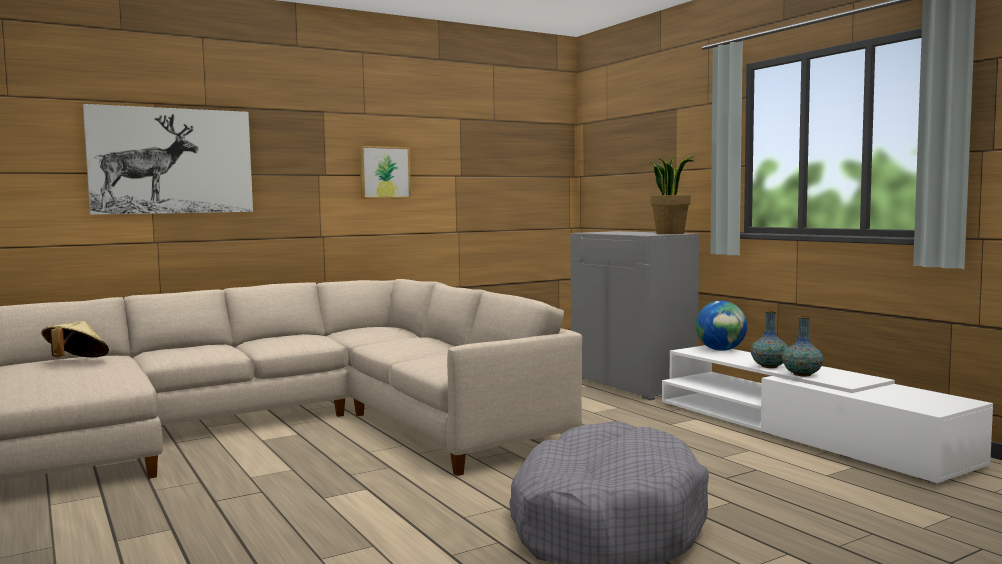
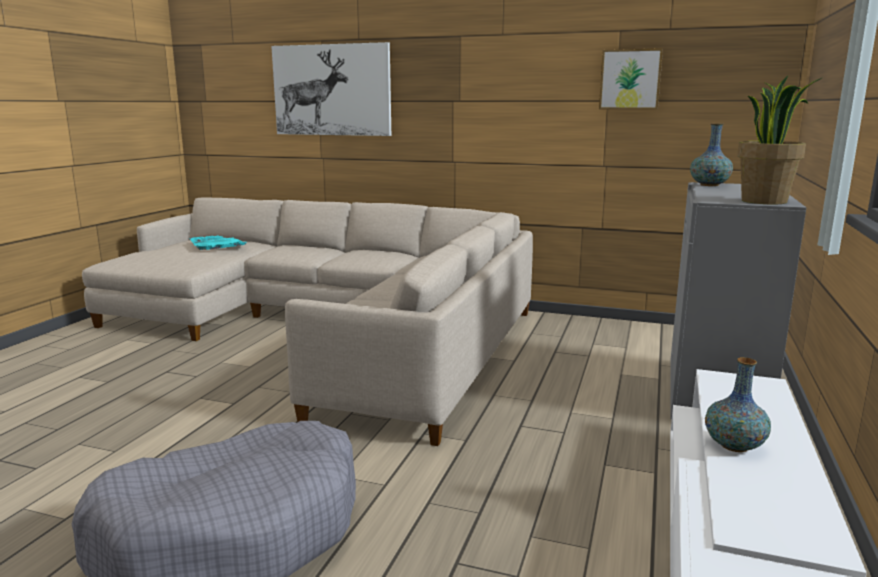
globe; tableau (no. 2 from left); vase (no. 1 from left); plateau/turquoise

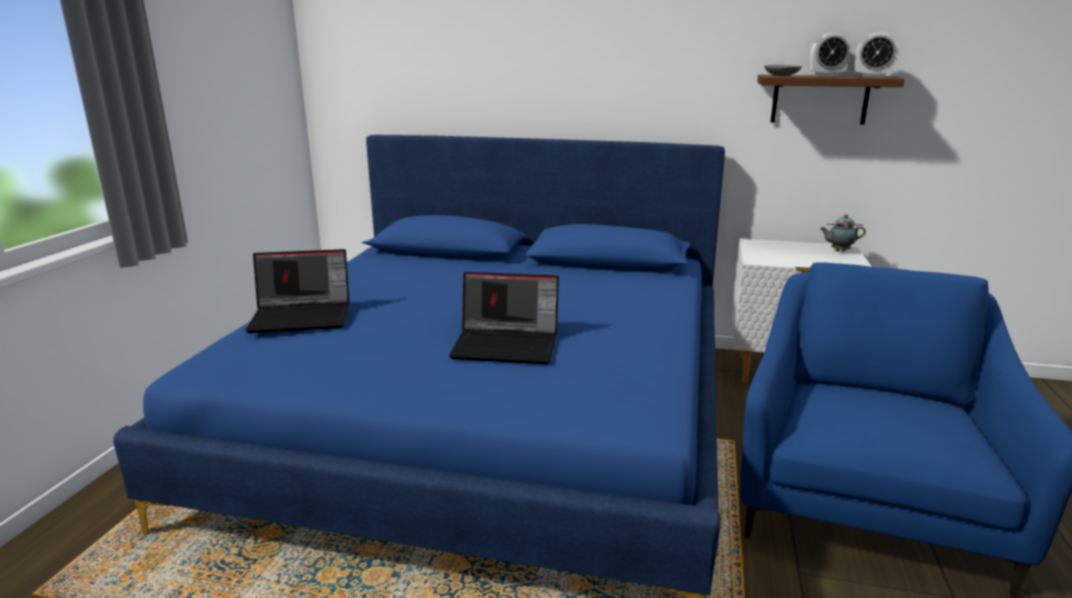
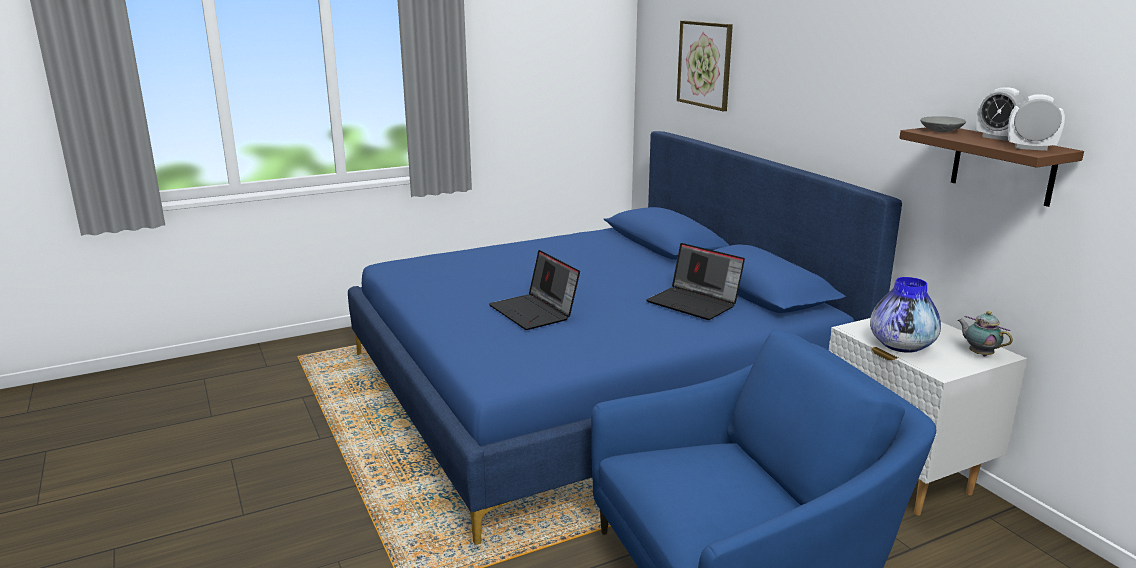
tableau; vase; ordinateur portable (no. 2 from left); réveil (no. 2 from left)

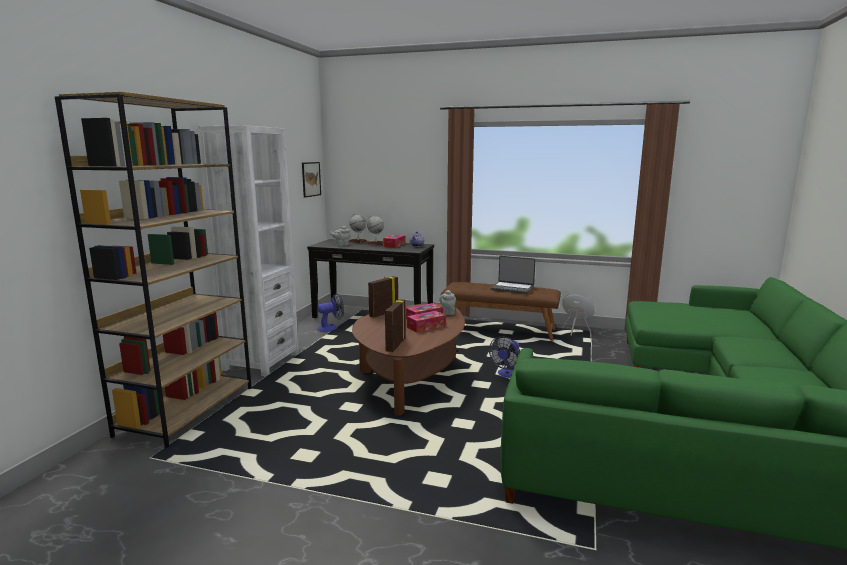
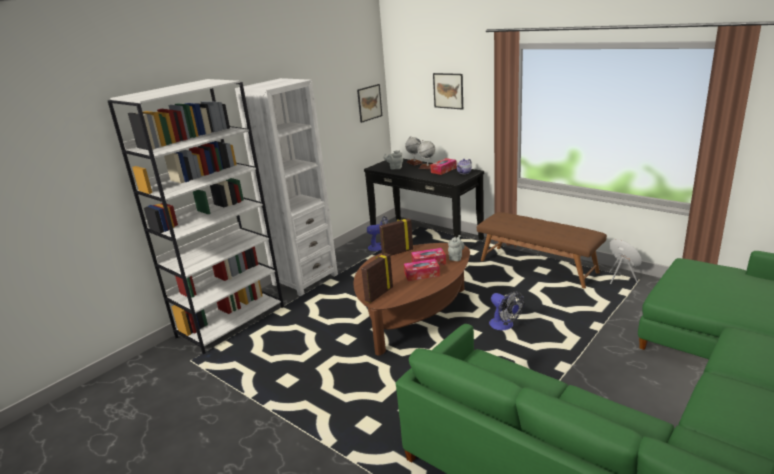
ordinateur portable; tableau (no. 2 from left); bibliothèque/blanc (no. 1 from left); ventilateur (no. 2 from left)

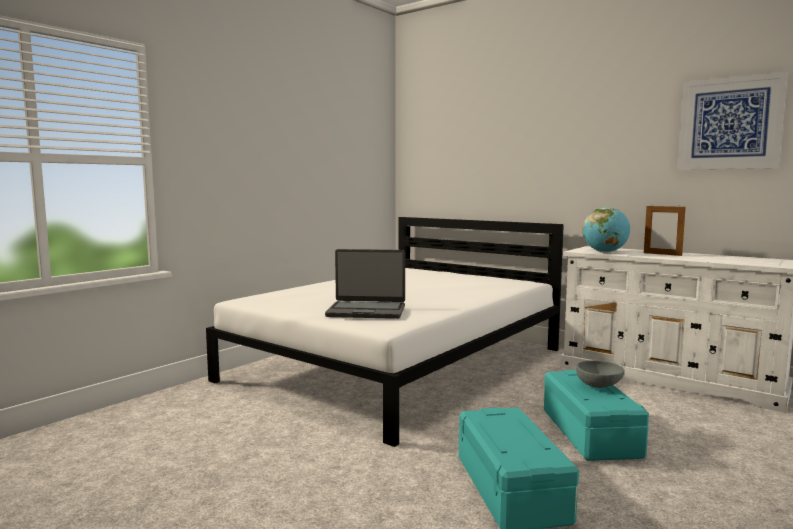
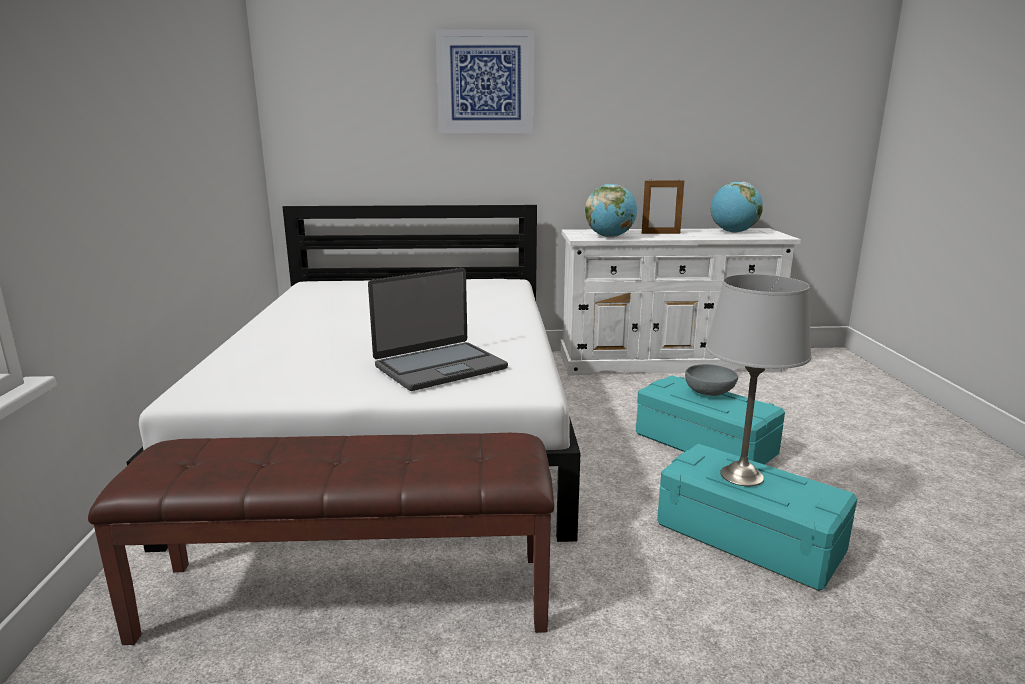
banc/marron; lampe de table/gris; globe (no. 2 from left); tableau

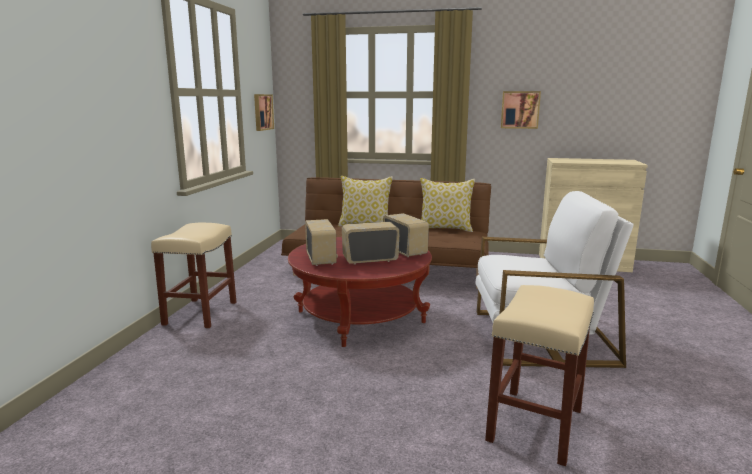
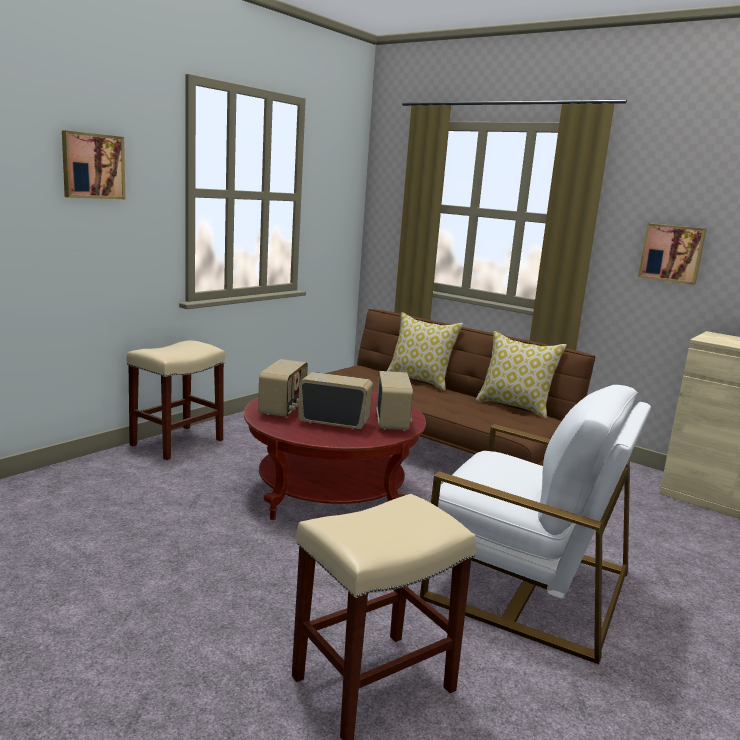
tableau (no. 1 from left)

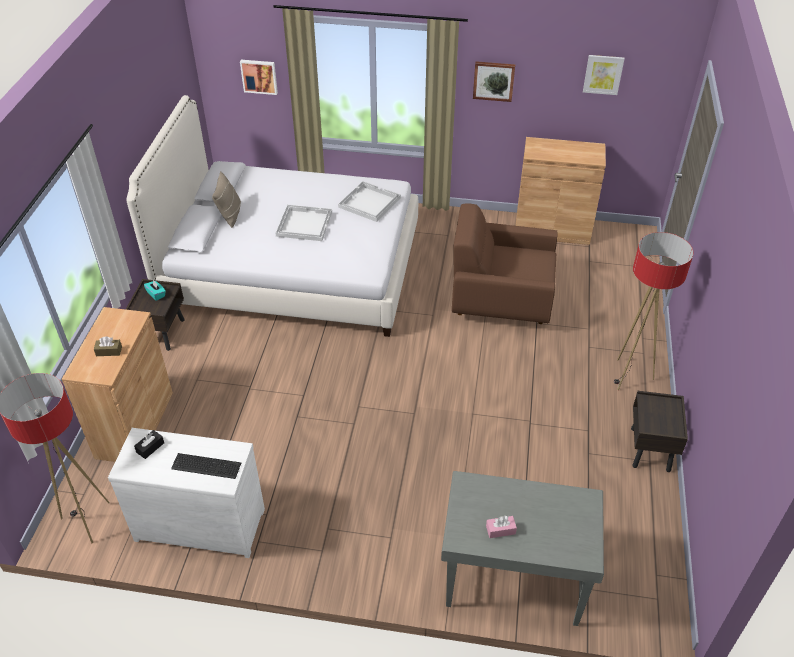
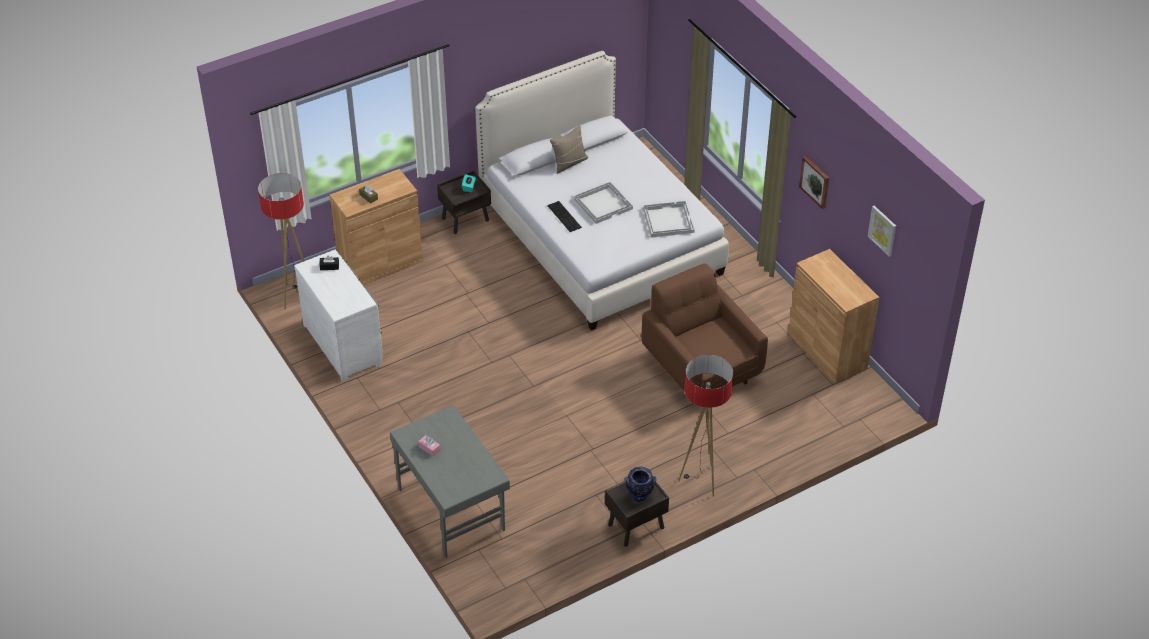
tableau (no. 1 from left in the first image); vase; clavier

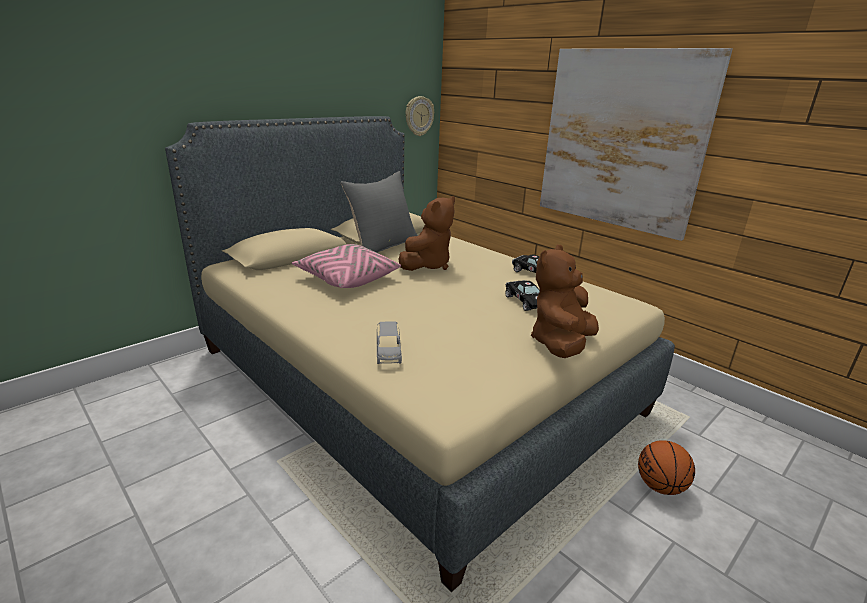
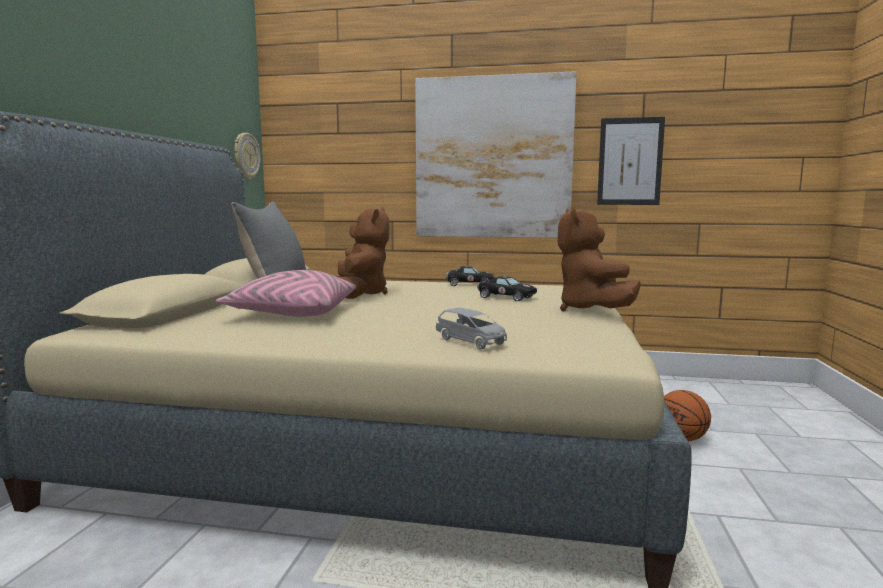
tableau (no. 2 from left)

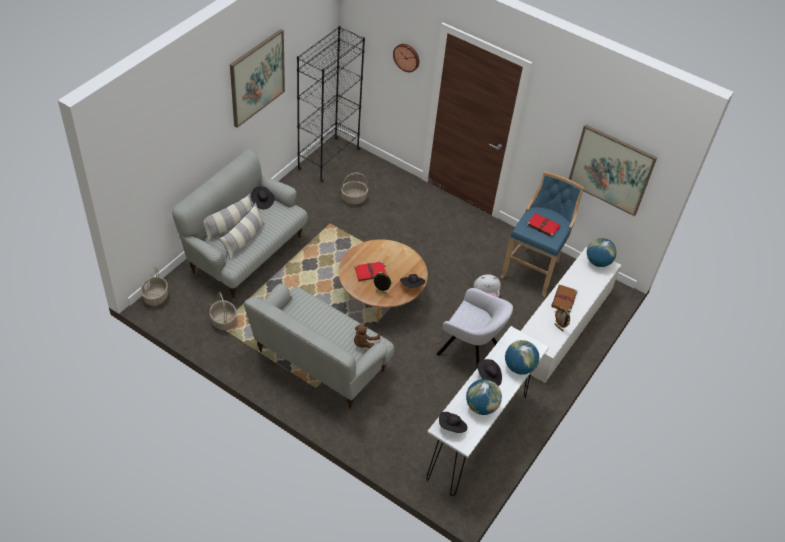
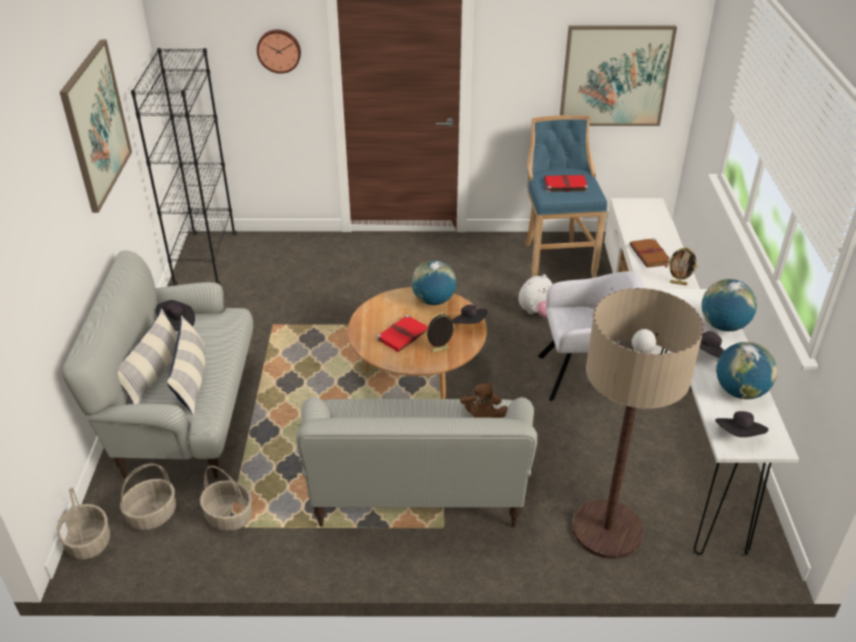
lampadaire; panier (no. 2 from left); globe (no. 1 from left)

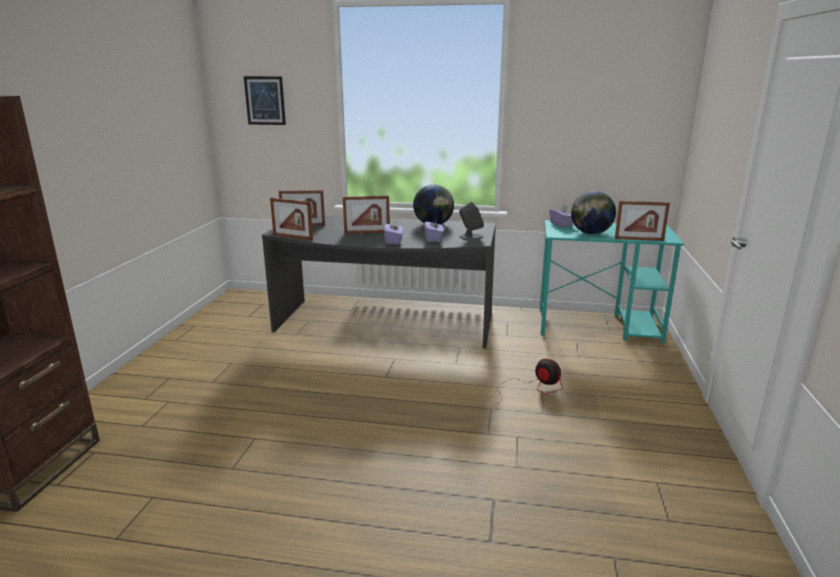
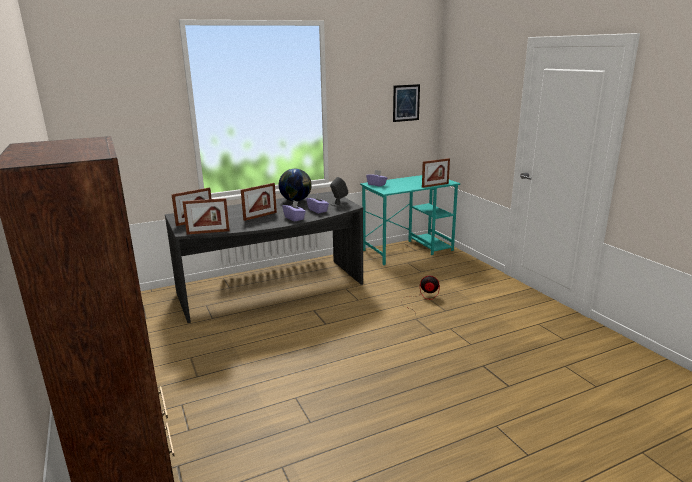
globe (no. 2 from left in the first image); tableau

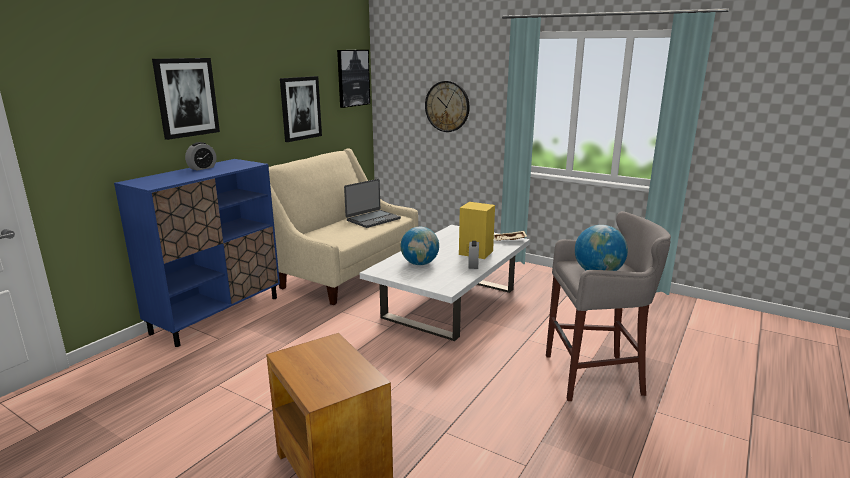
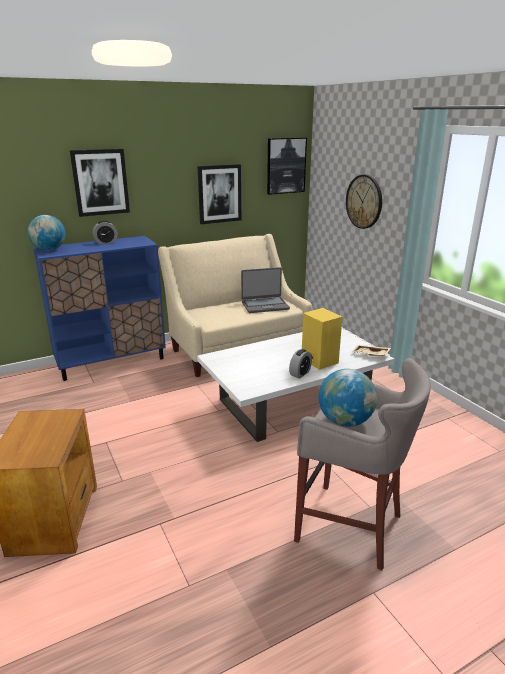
globe (no. 1 from left)

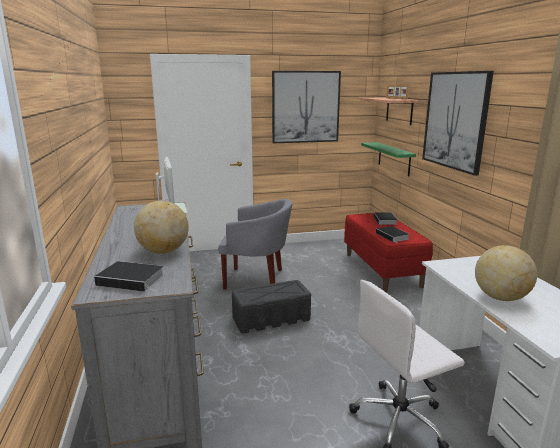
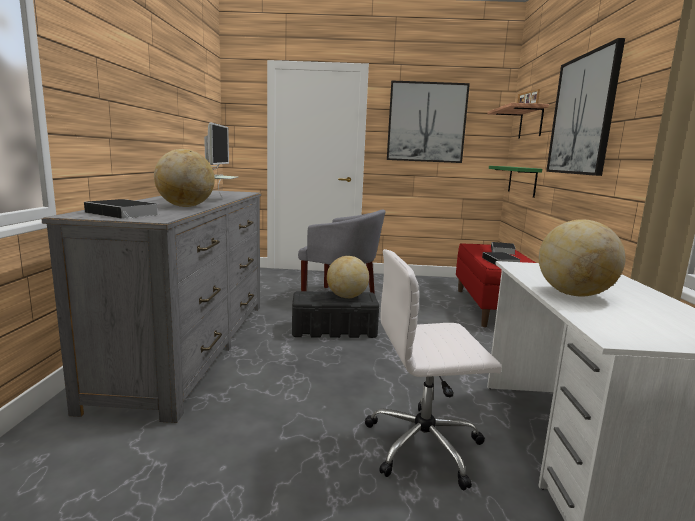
globe (no. 2 from left)

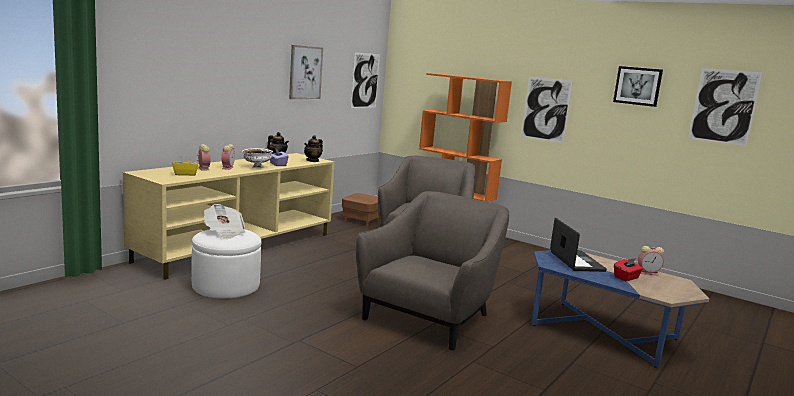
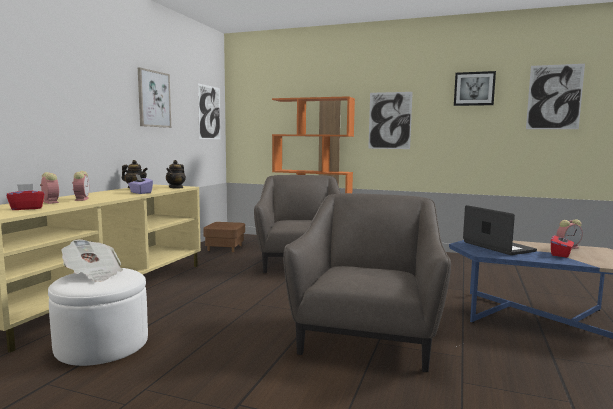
bol/blanc; boîte à mouchoirs/rouge (no. 1 from left)

